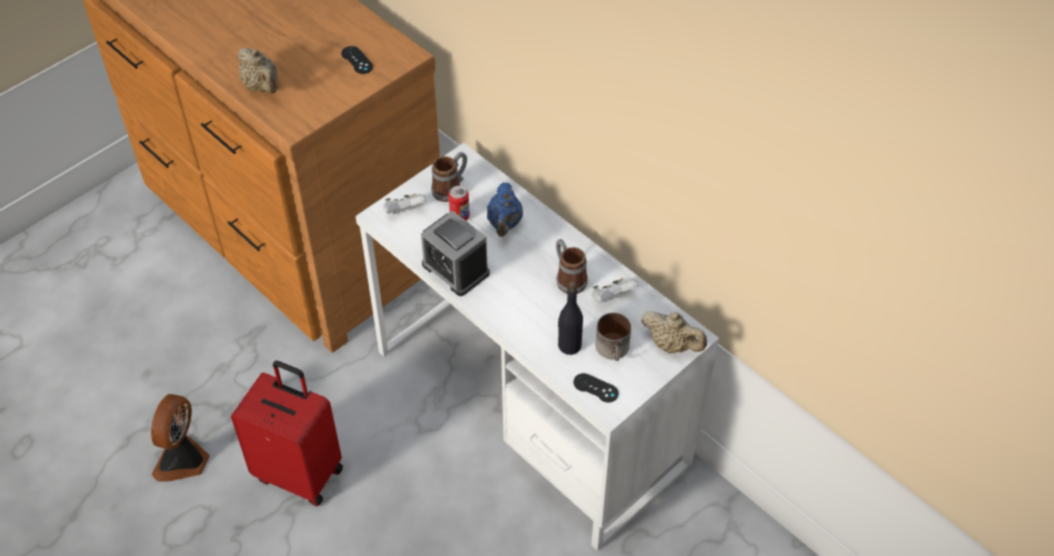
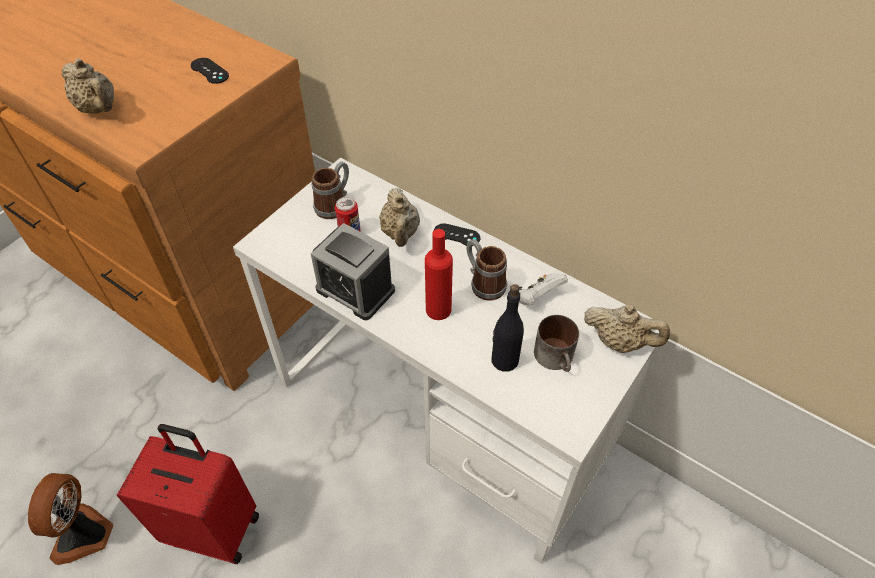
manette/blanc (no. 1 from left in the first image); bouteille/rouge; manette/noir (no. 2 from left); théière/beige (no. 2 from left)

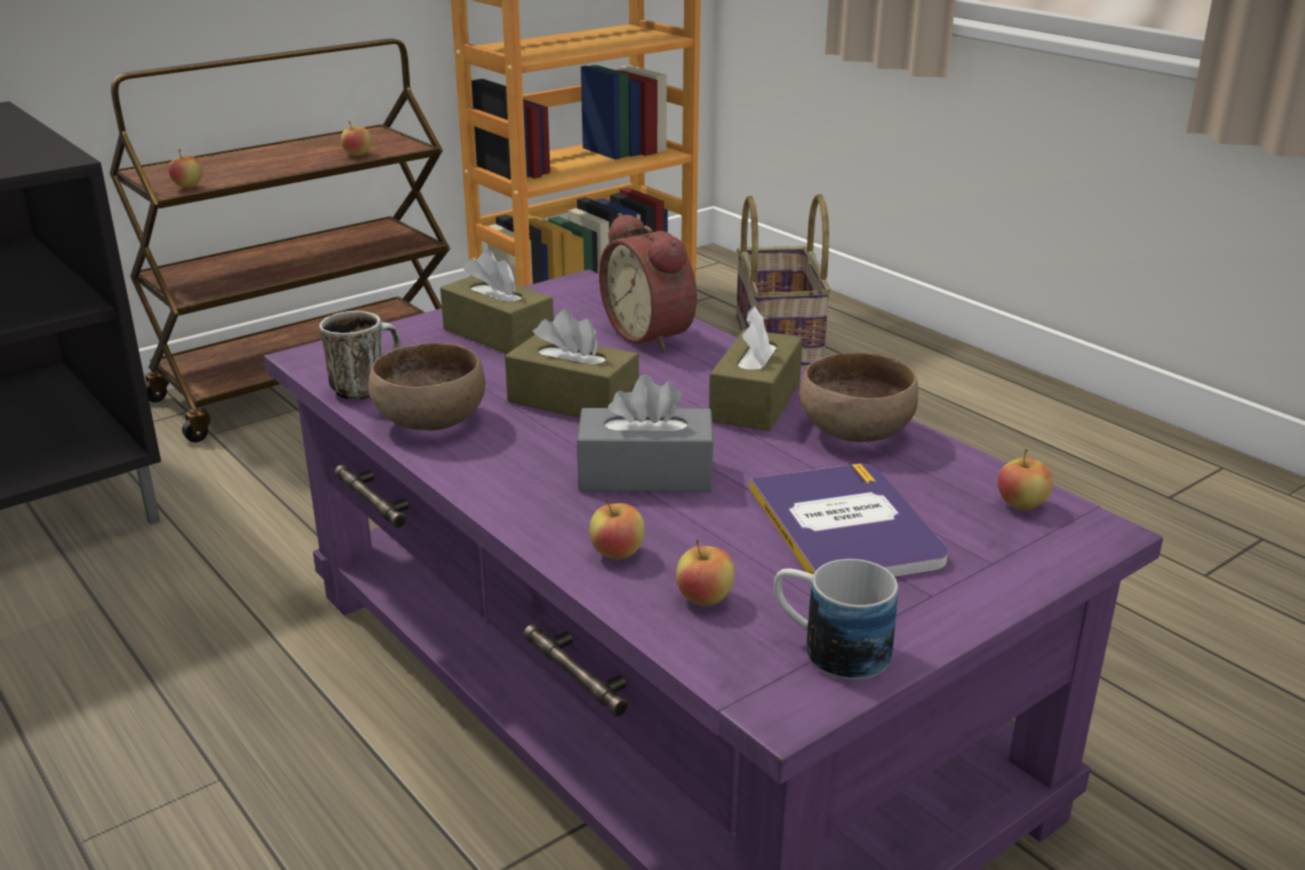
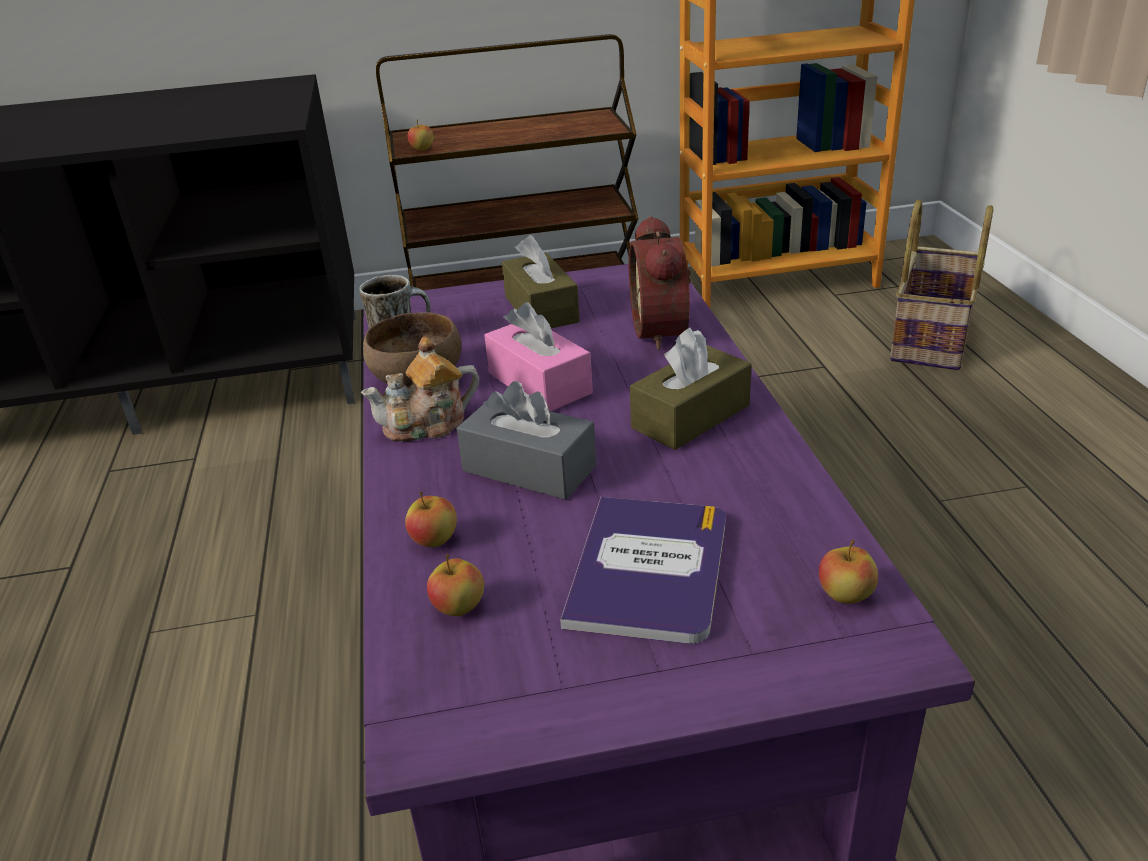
pomme (no. 2 from left in the first image); mug (no. 2 from left in the first image); bol/marron (no. 2 from left in the first image); théière; boîte à mouchoirs/rose

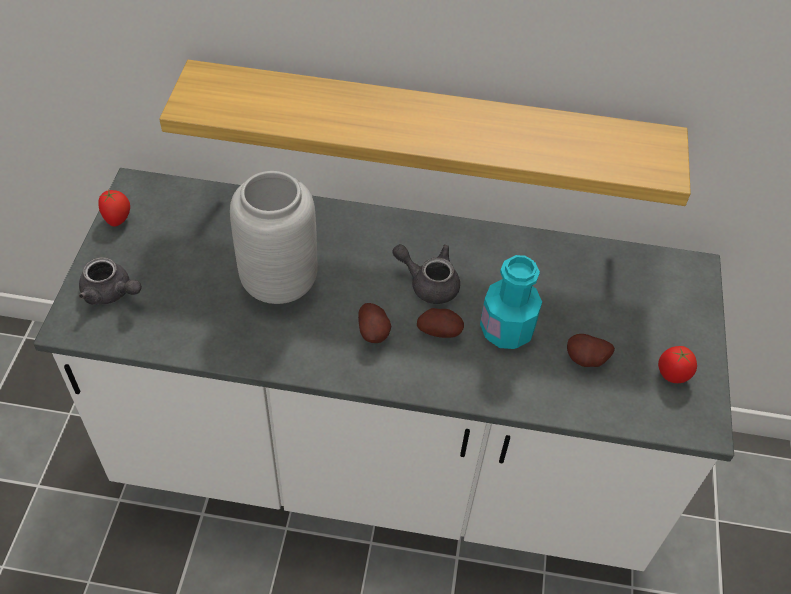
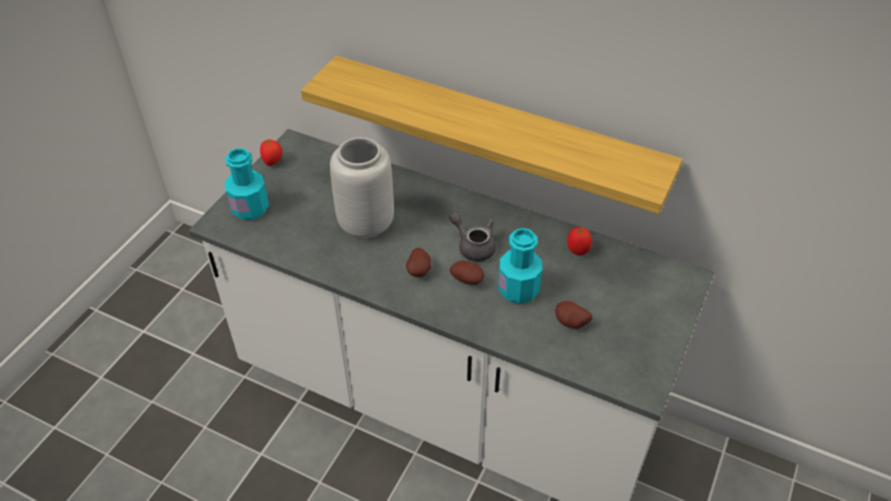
tomate (no. 2 from left); bouteille/turquoise (no. 1 from left)

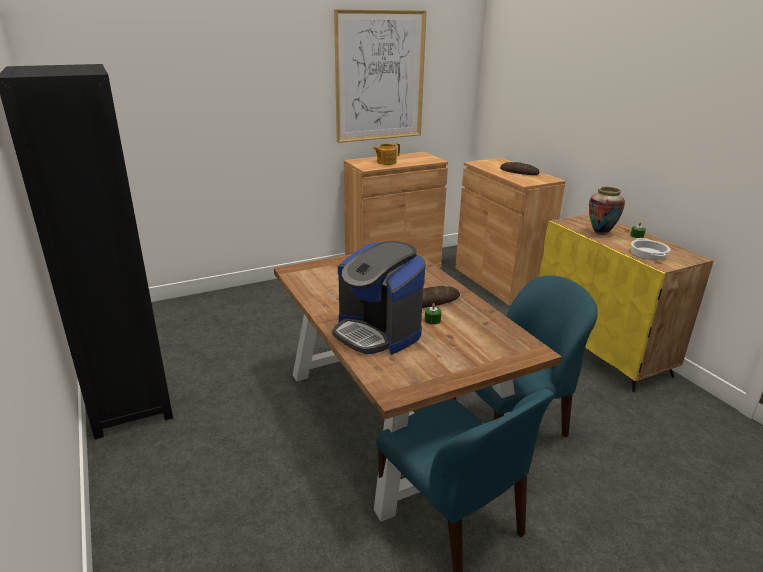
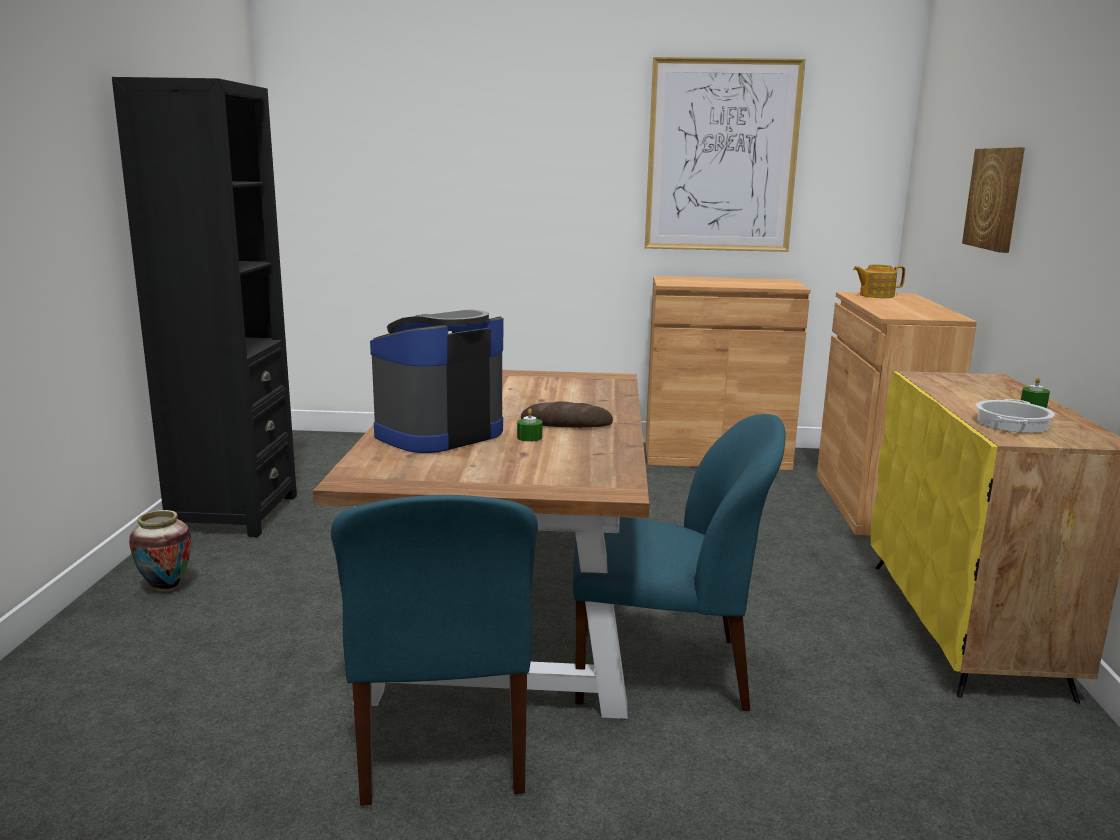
pain (no. 2 from left in the first image); tableau (no. 2 from left); théière; vase; machine à café

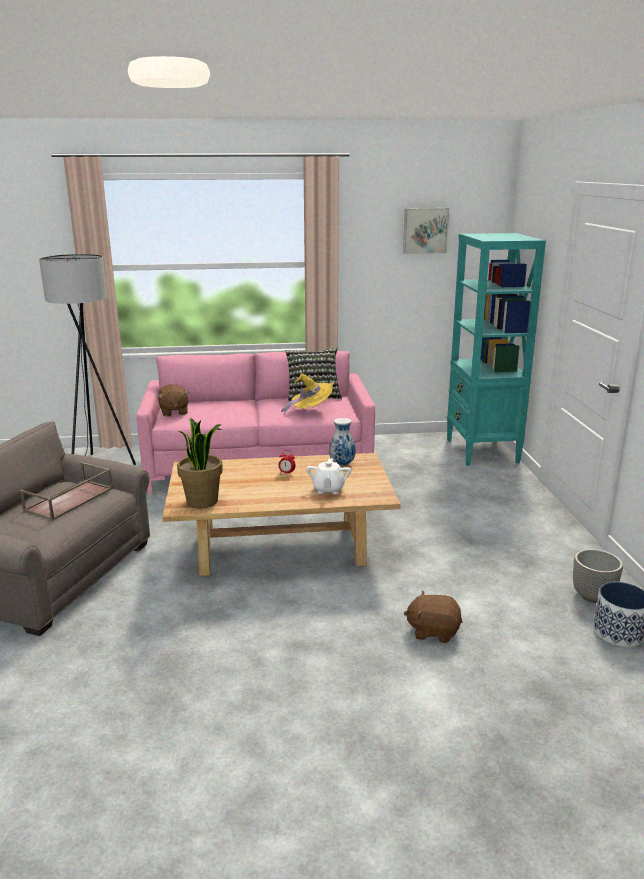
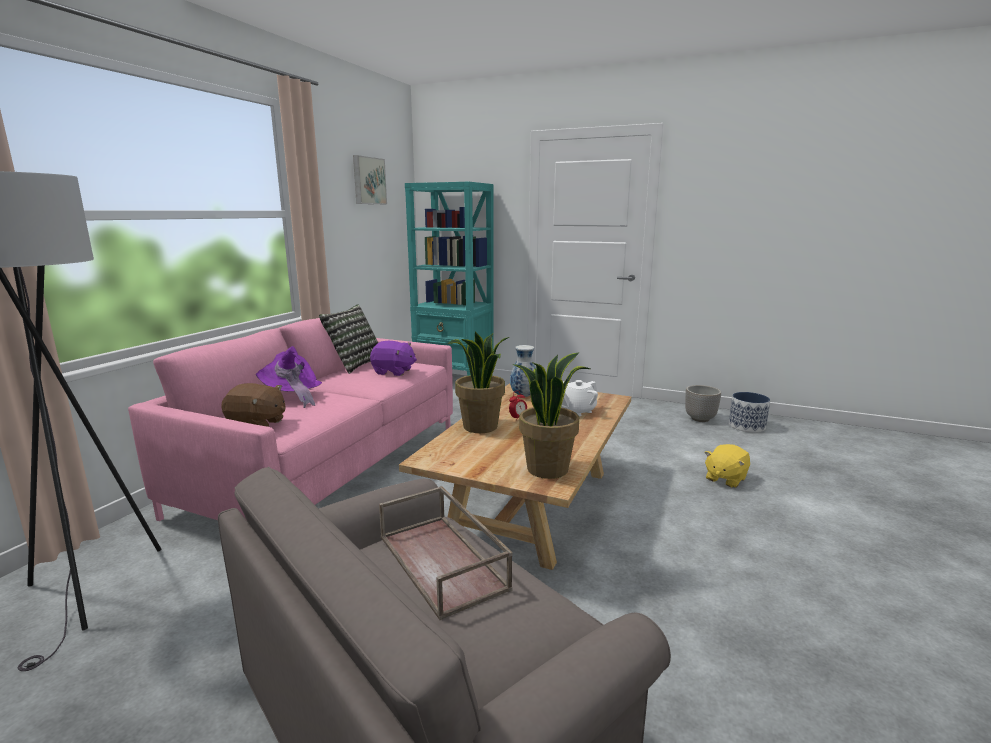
chapeau/violet; plante en pot (no. 1 from left); peluche/violet; peluche/jaune; théière/blanc

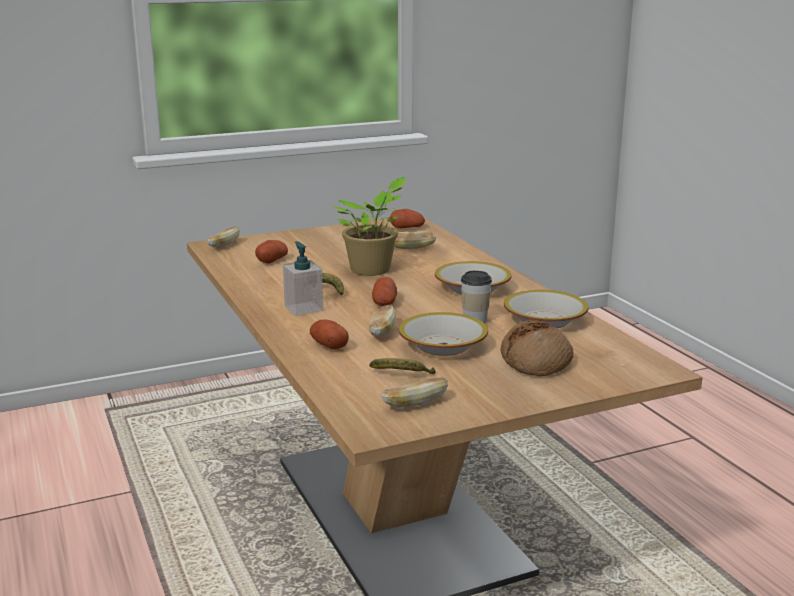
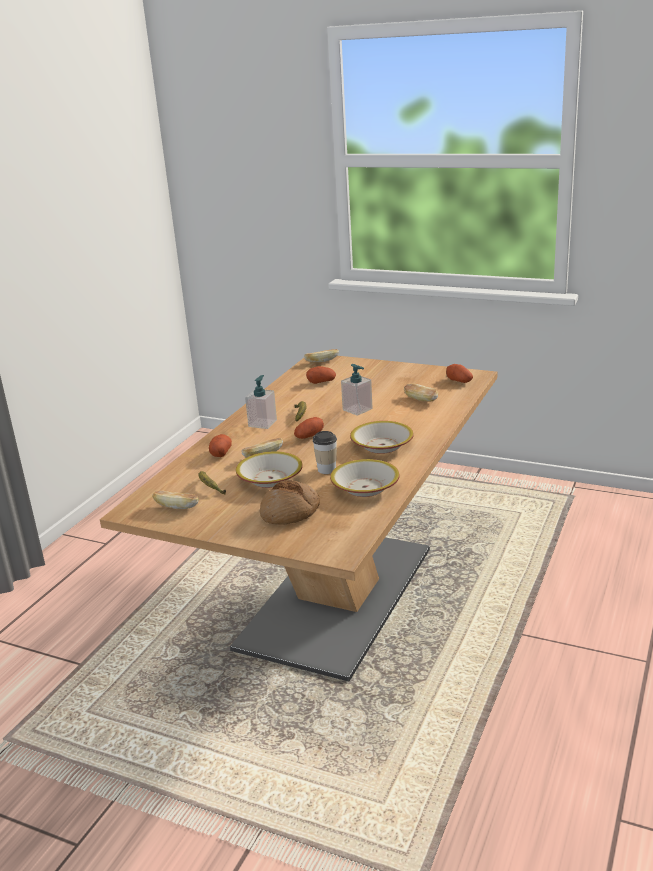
distributeur de savon (no. 2 from left)

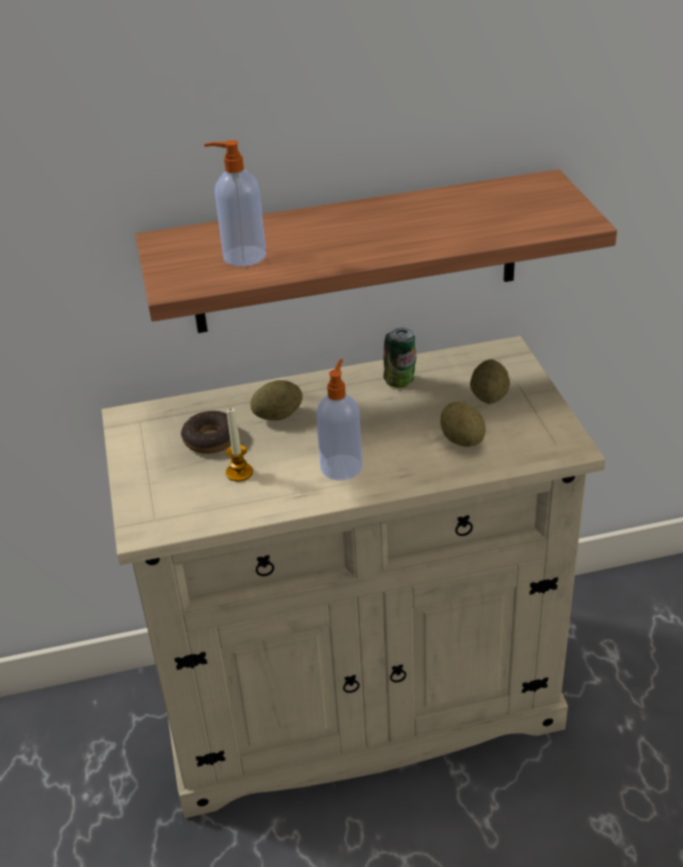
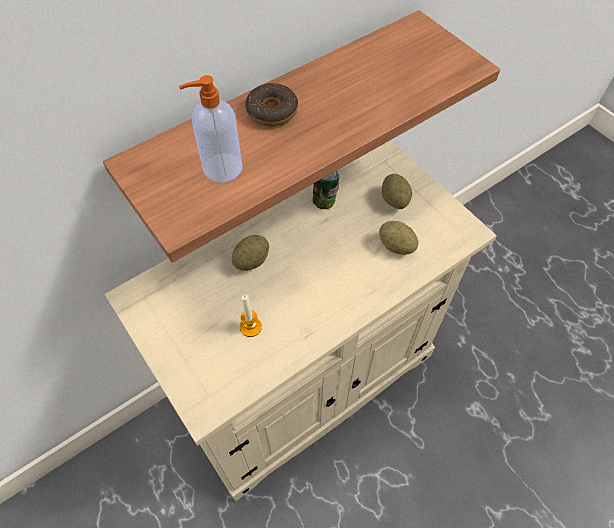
distributeur de savon (no. 2 from left in the first image); beignet

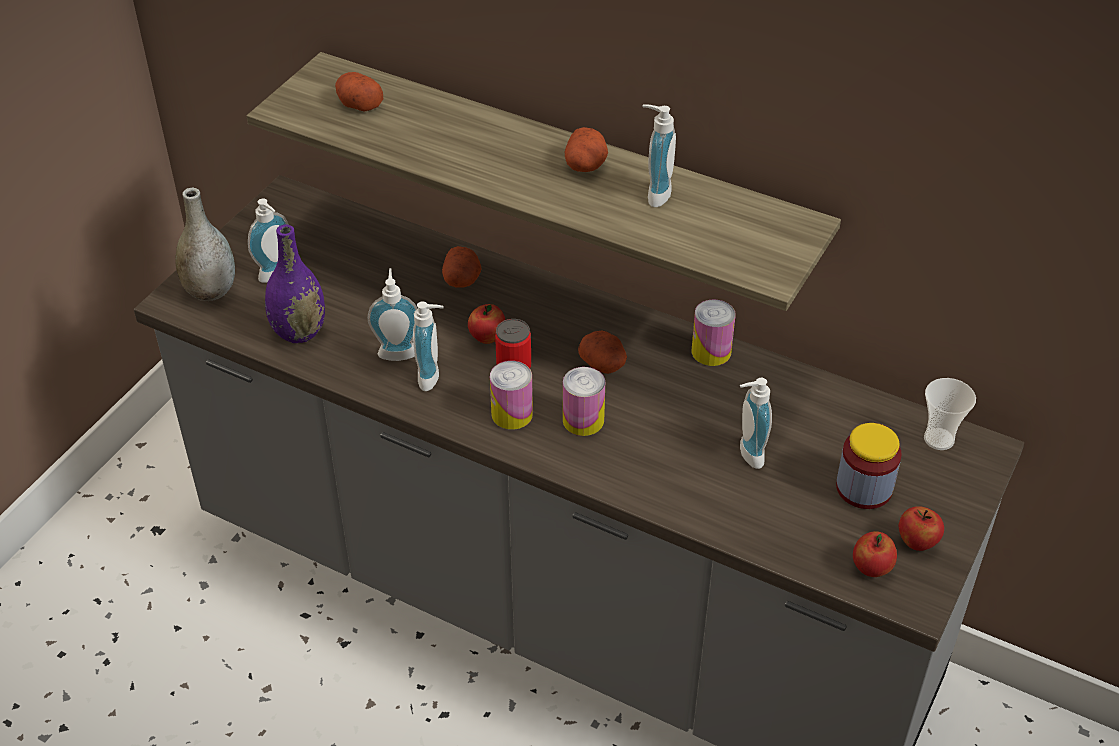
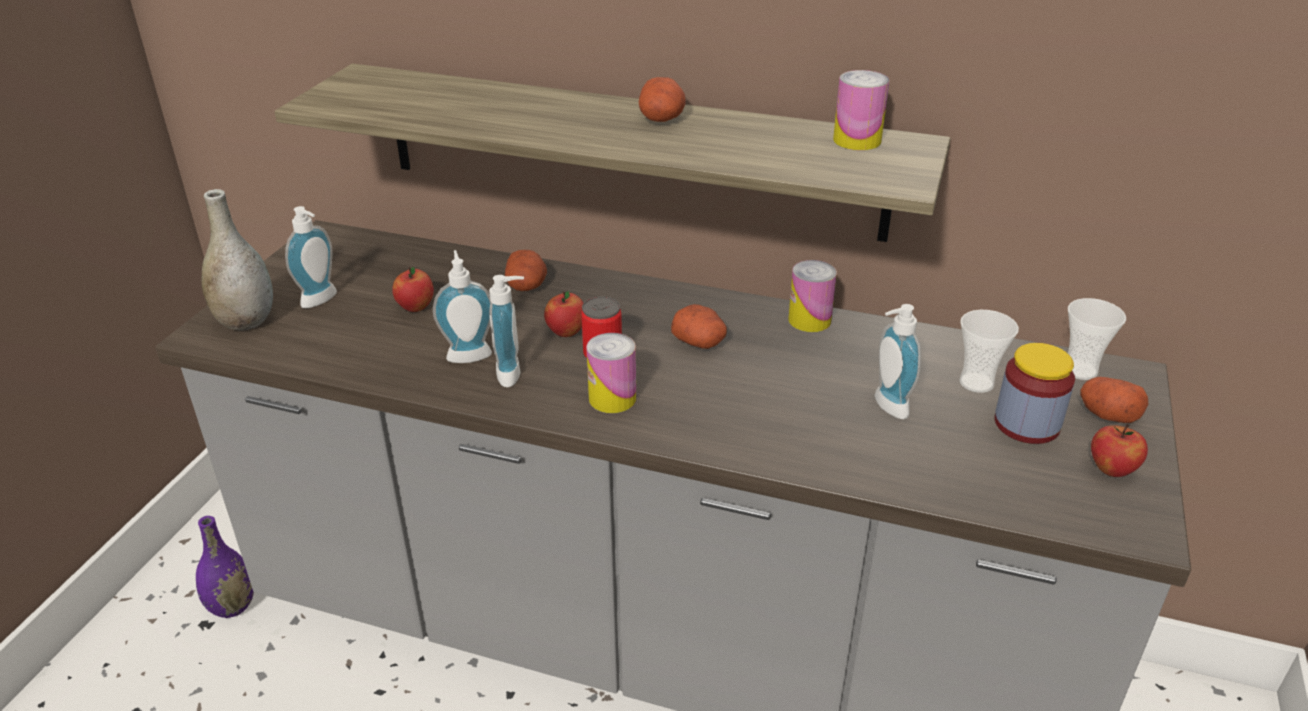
distributeur de savon (no. 4 from left in the first image); tasse (no. 1 from left); vase/violet; pomme de terre (no. 4 from left); boîte métallique (no. 4 from left); pomme (no. 1 from left)

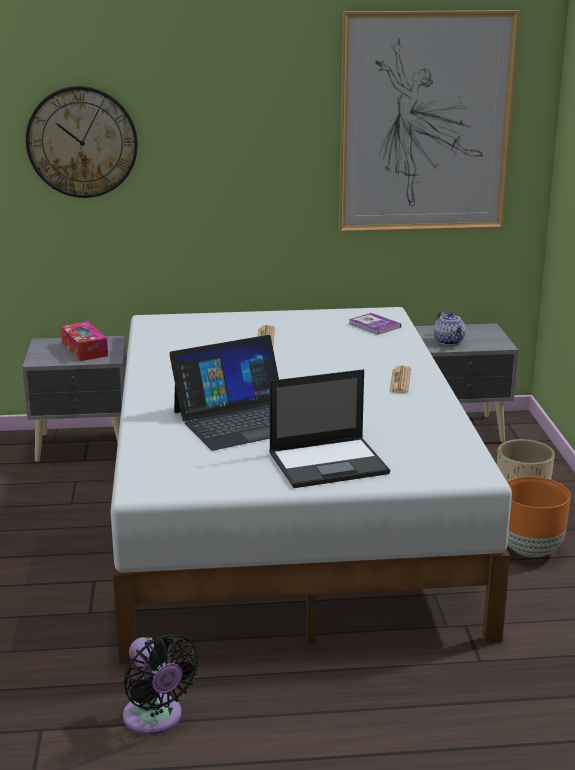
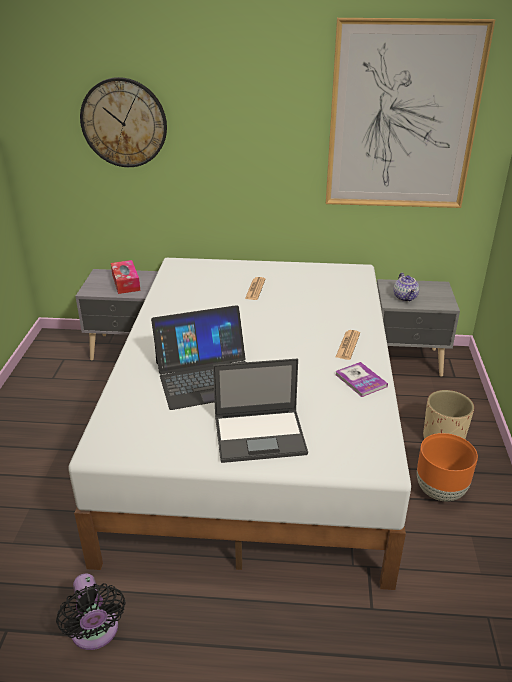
livre

